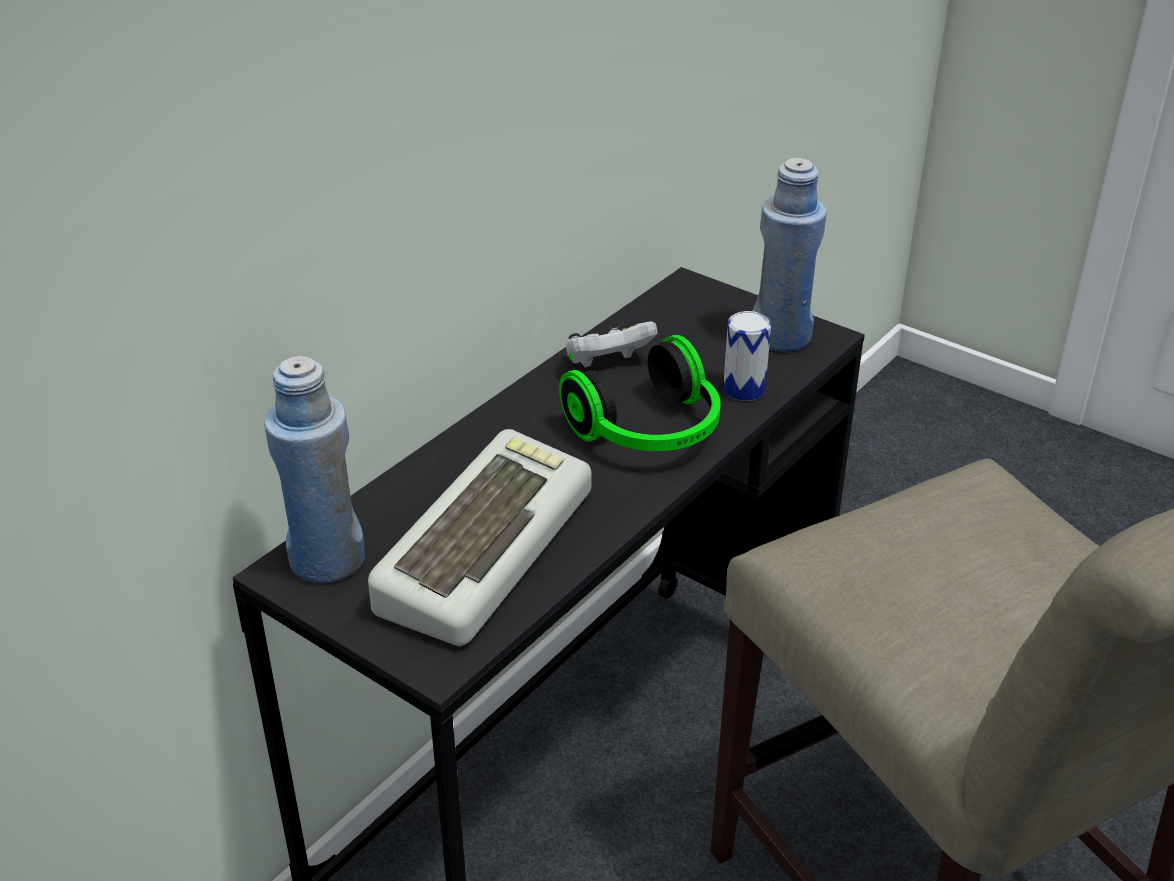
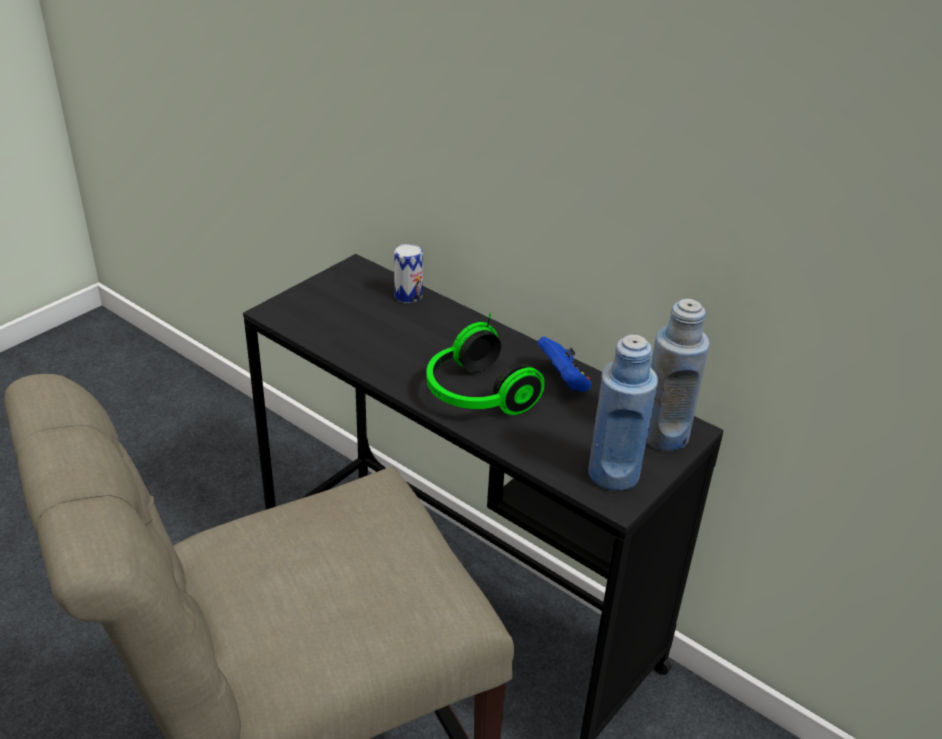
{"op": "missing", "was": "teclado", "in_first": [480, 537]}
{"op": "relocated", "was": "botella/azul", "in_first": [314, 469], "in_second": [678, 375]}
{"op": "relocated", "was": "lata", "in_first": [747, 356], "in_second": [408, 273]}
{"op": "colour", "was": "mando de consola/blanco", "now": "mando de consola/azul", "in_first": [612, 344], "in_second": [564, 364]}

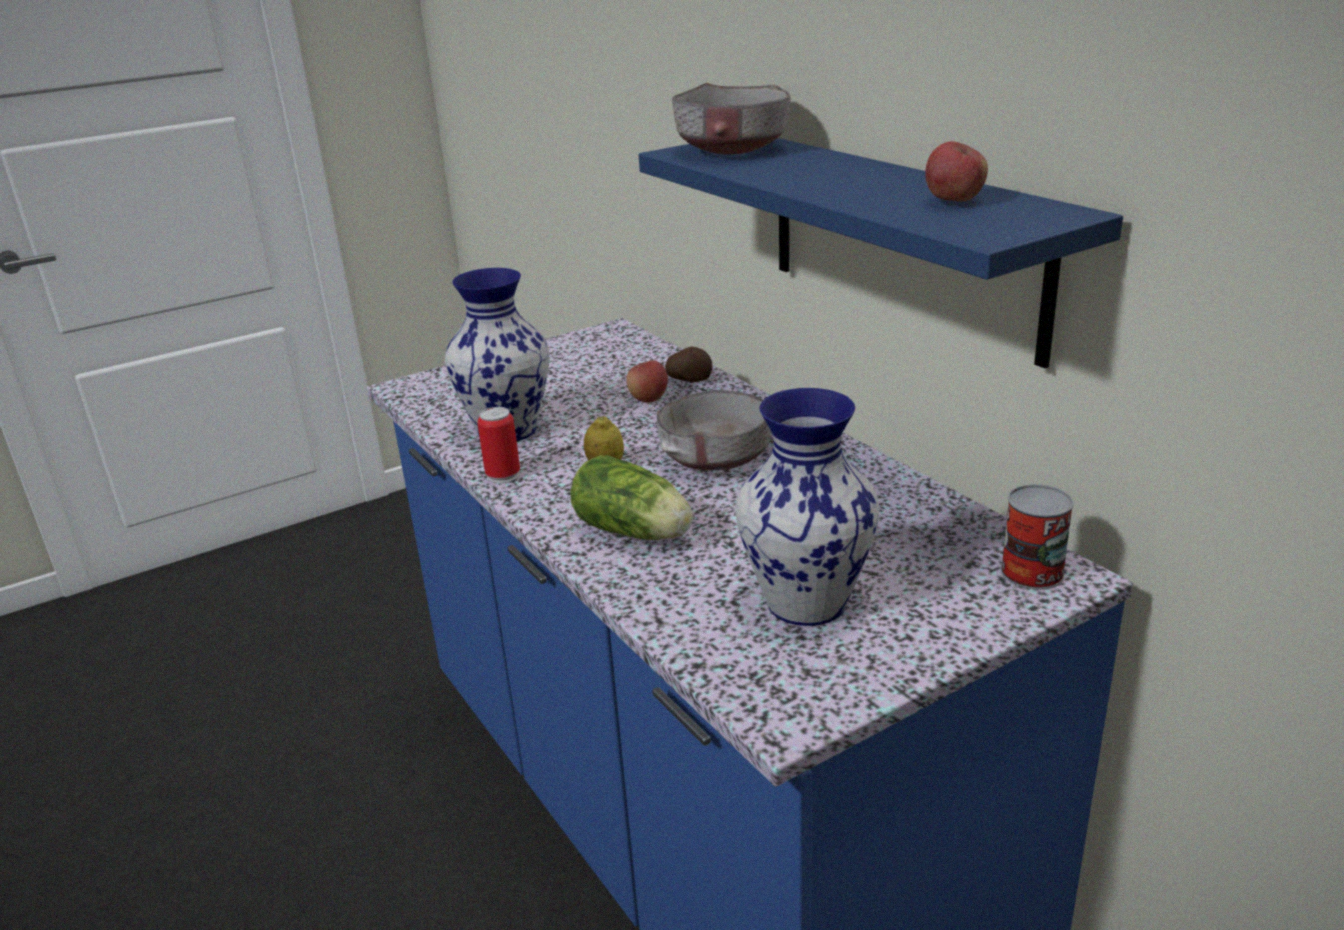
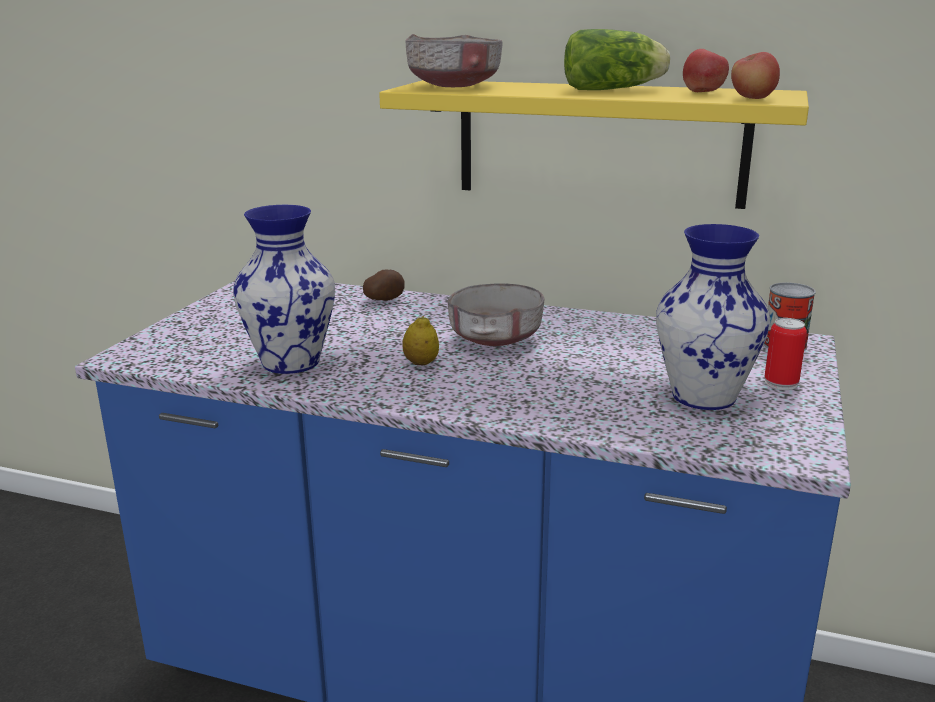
{"op": "relocated", "was": "lata", "in_first": [498, 445], "in_second": [785, 354]}
{"op": "relocated", "was": "lechuga", "in_first": [631, 497], "in_second": [617, 59]}
{"op": "relocated", "was": "manzana", "in_first": [647, 381], "in_second": [755, 75]}
{"op": "colour", "was": "estante/azul", "now": "estante/amarillo", "in_first": [881, 253], "in_second": [594, 144]}

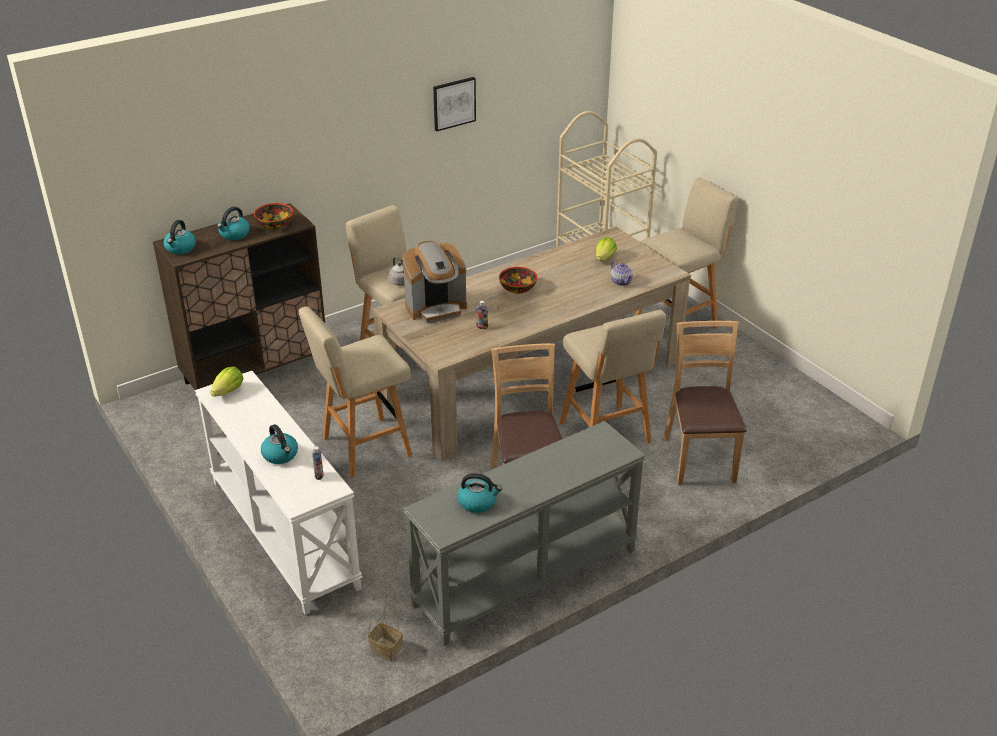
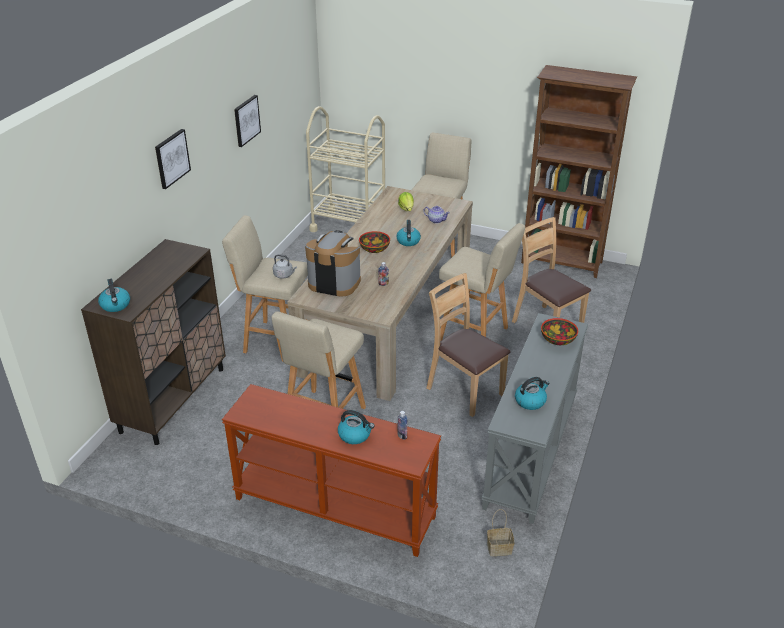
{"op": "missing", "was": "lechuga", "in_first": [226, 382]}
{"op": "appeared", "now": "cuadro", "in_second": [173, 159]}
{"op": "appeared", "now": "estantería/marrón", "in_second": [579, 171]}
{"op": "relocated", "was": "hervidor", "in_first": [233, 223], "in_second": [408, 233]}
{"op": "relocated", "was": "cuenco", "in_first": [273, 216], "in_second": [559, 331]}
{"op": "colour", "was": "mesa consola/blanco", "now": "mesa consola/marrón", "in_first": [278, 493], "in_second": [331, 470]}
{"op": "spun", "was": "cafetera", "in_first": [434, 282], "in_second": [333, 263], "clockwise": -105}

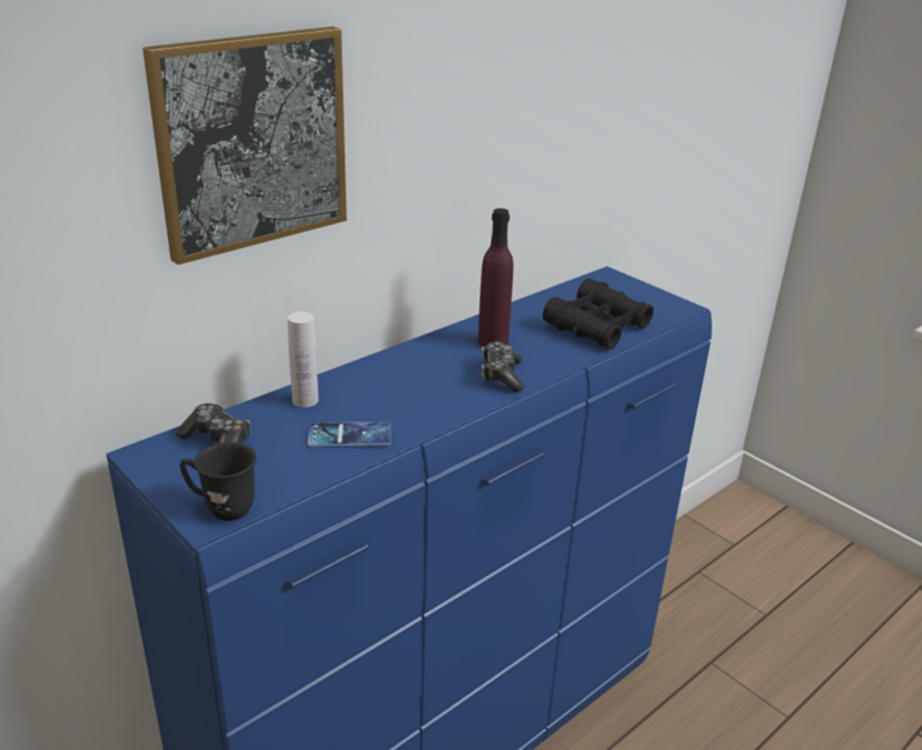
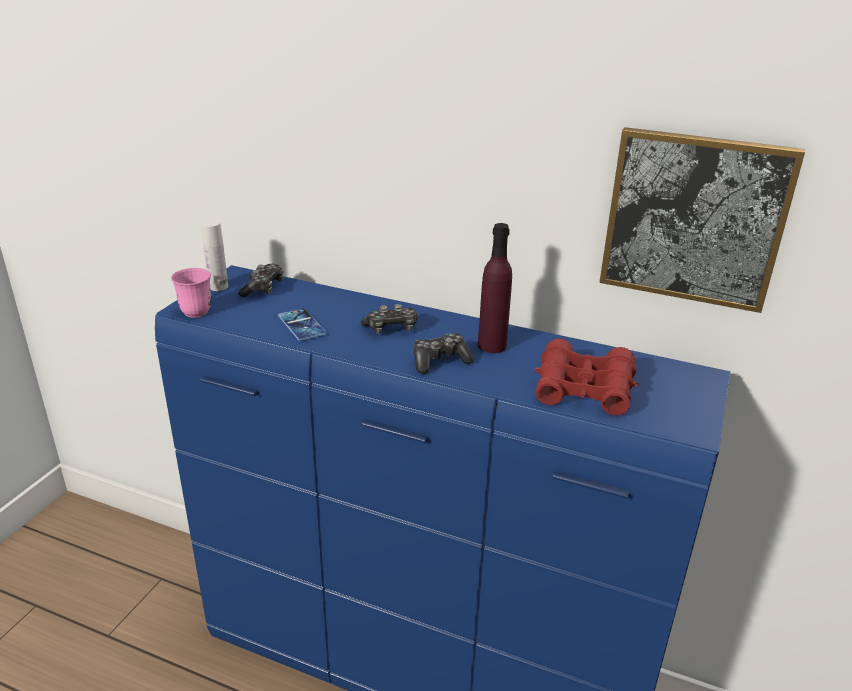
{"op": "appeared", "now": "mando de consola", "in_second": [389, 319]}
{"op": "relocated", "was": "cuadro", "in_first": [245, 145], "in_second": [702, 220]}
{"op": "relocated", "was": "botella/blanco", "in_first": [303, 360], "in_second": [214, 255]}
{"op": "colour", "was": "taza grande/negro", "now": "taza grande/rosa", "in_first": [218, 481], "in_second": [191, 293]}
{"op": "colour", "was": "prismáticos/negro", "now": "prismáticos/rojo", "in_first": [598, 314], "in_second": [586, 377]}

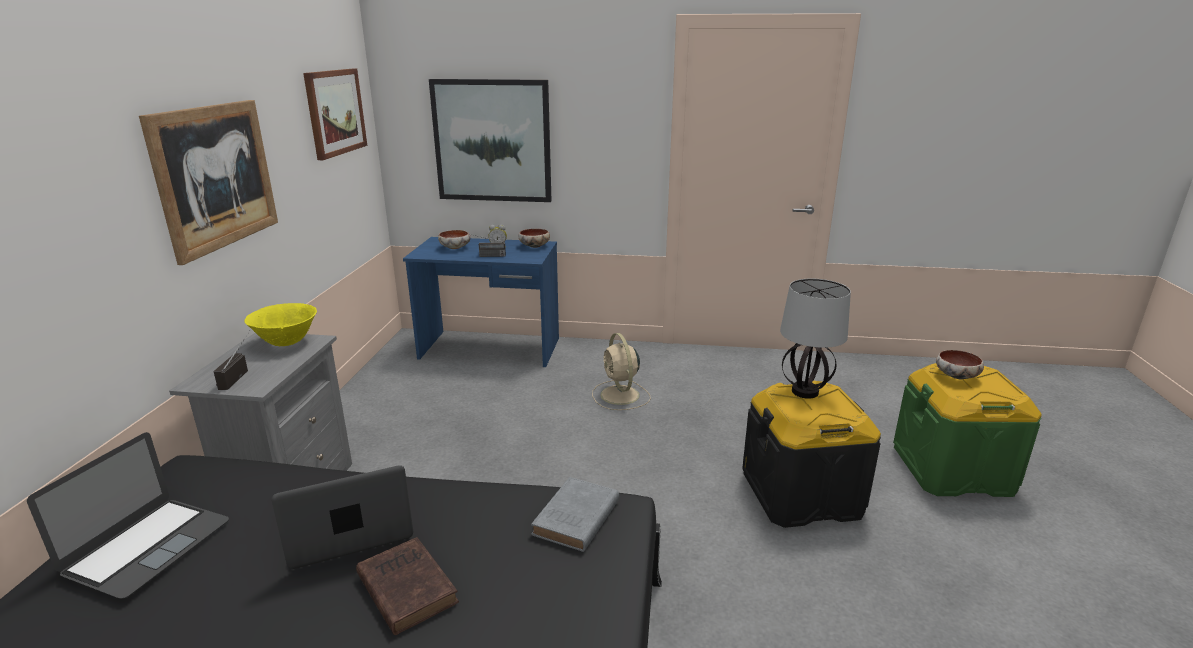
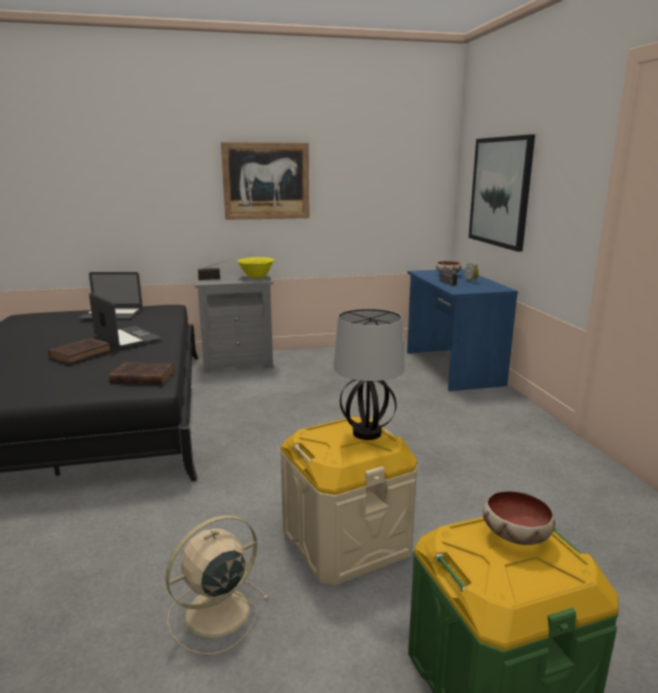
{"op": "missing", "was": "cuadro", "in_first": [335, 114]}
{"op": "missing", "was": "cuenco", "in_first": [534, 238]}
{"op": "relocated", "was": "ventilador/beis", "in_first": [621, 371], "in_second": [217, 585]}
{"op": "colour", "was": "libro/gris", "now": "libro/marrón", "in_first": [575, 514], "in_second": [142, 373]}
{"op": "colour", "was": "caja de almacenaje/negro", "now": "caja de almacenaje/beis", "in_first": [811, 454], "in_second": [349, 501]}

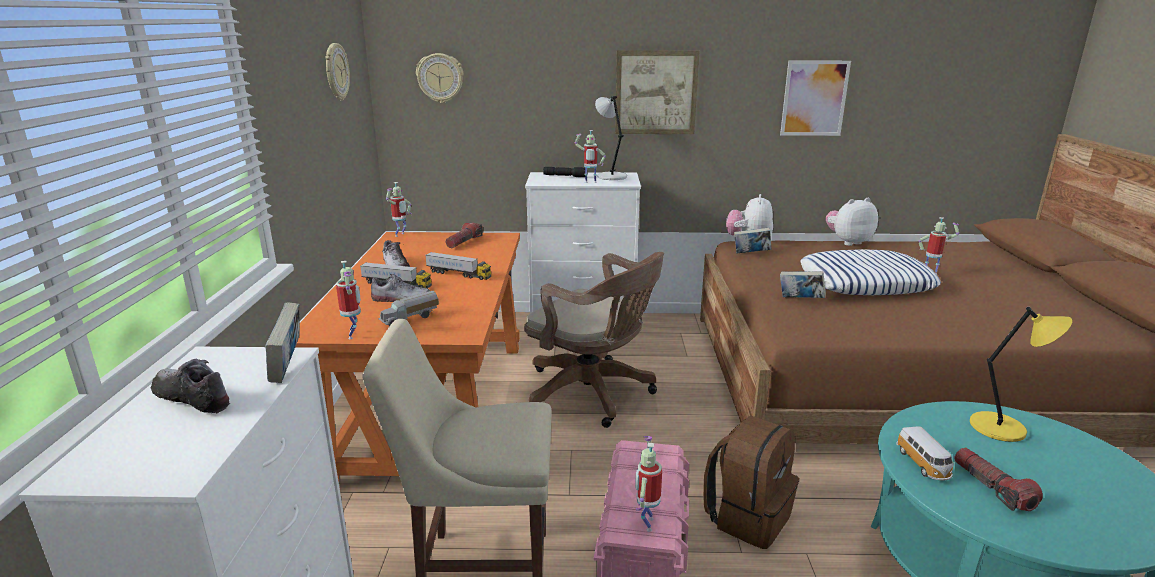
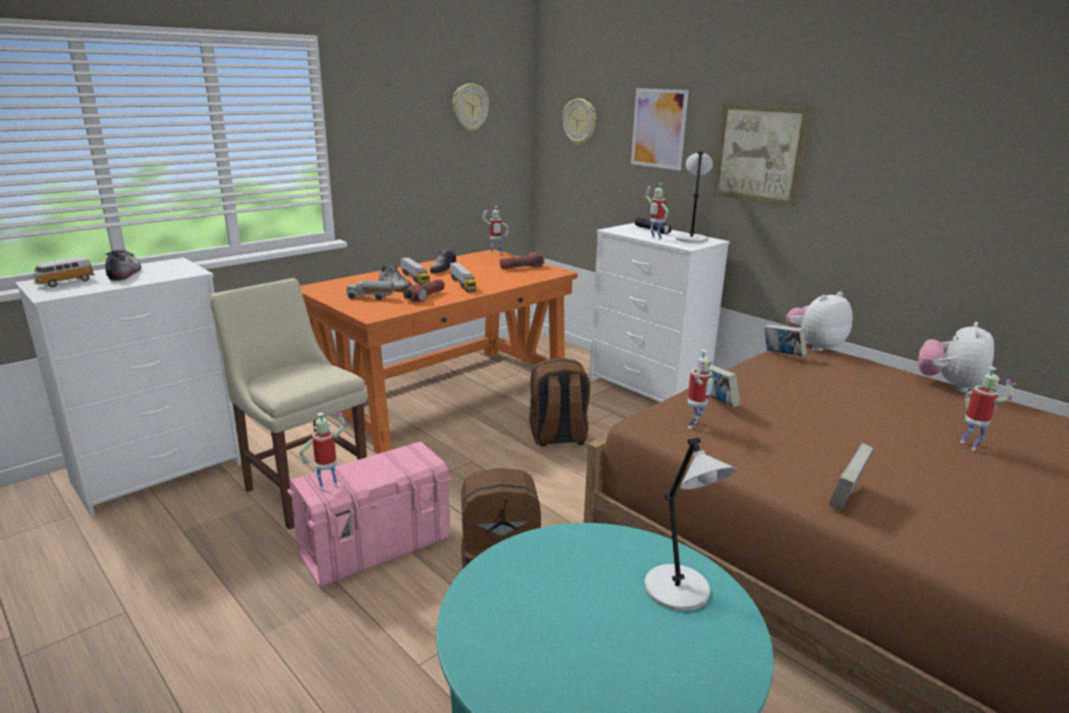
{"op": "missing", "was": "cojín", "in_first": [870, 272]}
{"op": "relocated", "was": "libro", "in_first": [282, 342], "in_second": [851, 477]}
{"op": "relocated", "was": "robot de juguete", "in_first": [348, 300], "in_second": [700, 389]}
{"op": "relocated", "was": "cuadro", "in_first": [815, 98], "in_second": [660, 129]}
{"op": "relocated", "was": "coche de juguete", "in_first": [926, 453], "in_second": [64, 272]}
{"op": "relocated", "was": "linterna", "in_first": [998, 479], "in_second": [424, 290]}
{"op": "exchanged", "was": "silla de oficina/marrón", "now": "mochila/marrón", "in_first": [594, 340], "in_second": [559, 402]}
{"op": "colour", "was": "lámpara de mesa/amarillo", "now": "lámpara de mesa/gris", "in_first": [1021, 374], "in_second": [690, 524]}
{"op": "spun", "was": "peluche", "in_first": [852, 222], "in_second": [956, 357], "clockwise": -90}

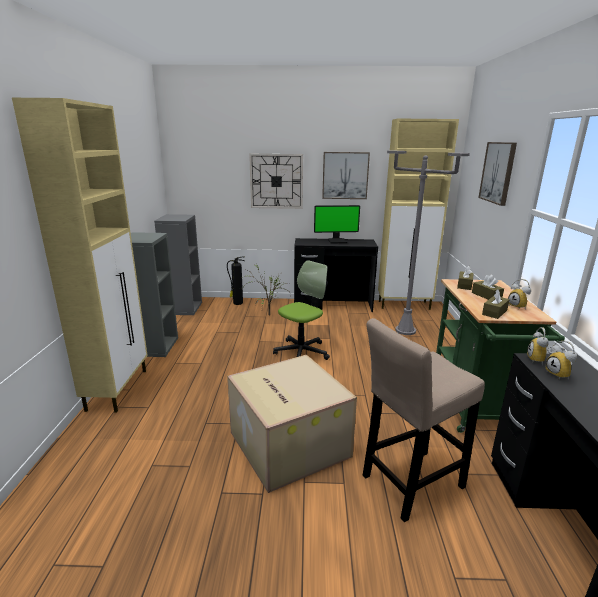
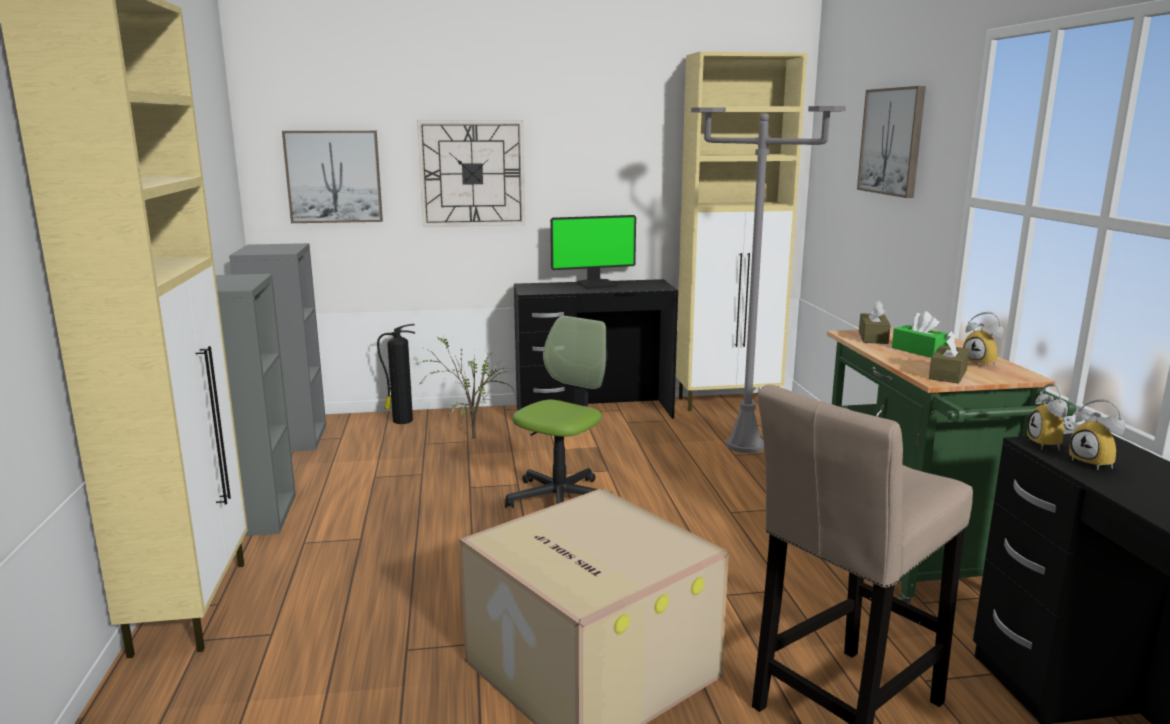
{"op": "relocated", "was": "cuadro", "in_first": [346, 175], "in_second": [332, 177]}
{"op": "colour", "was": "caja de pañuelos/marrón", "now": "caja de pañuelos/verde", "in_first": [488, 287], "in_second": [920, 334]}

